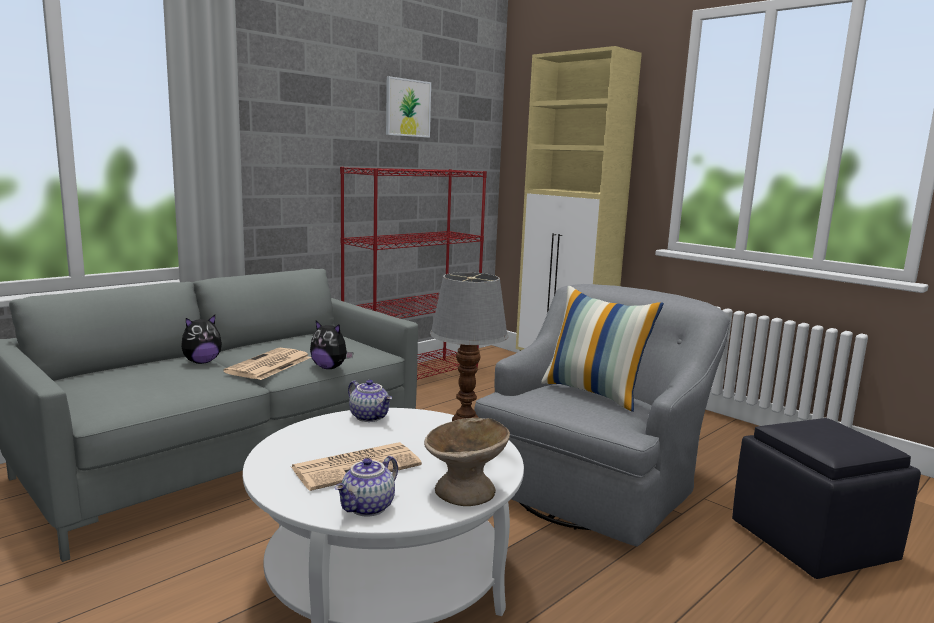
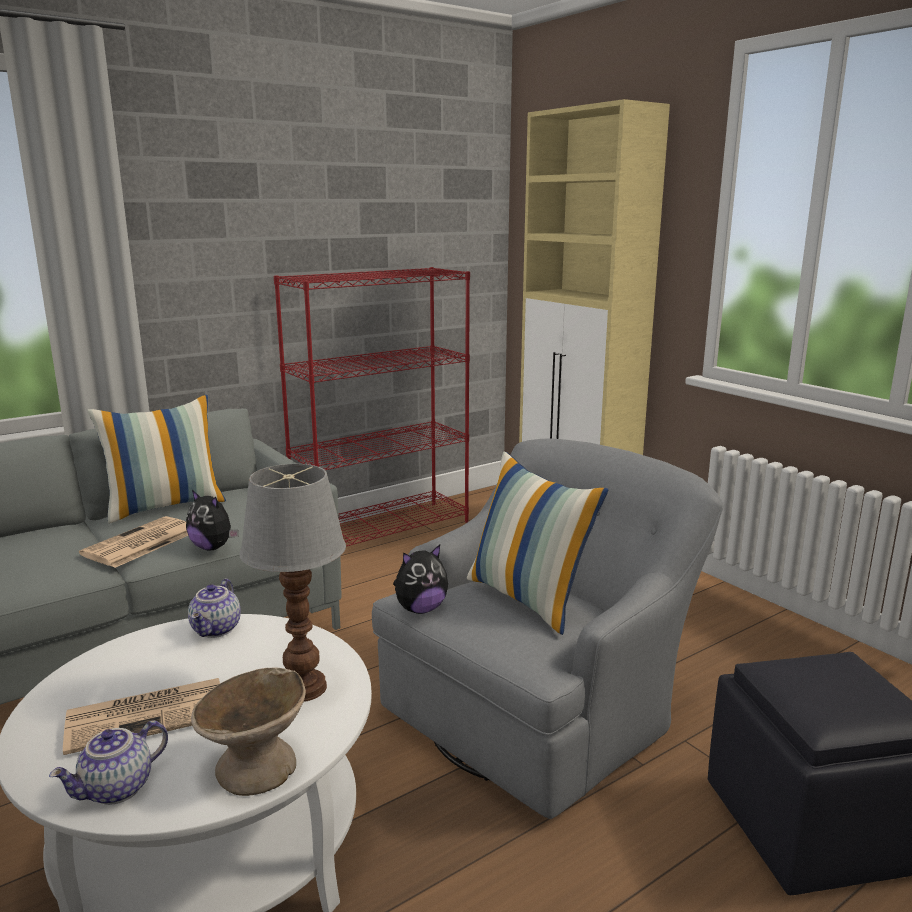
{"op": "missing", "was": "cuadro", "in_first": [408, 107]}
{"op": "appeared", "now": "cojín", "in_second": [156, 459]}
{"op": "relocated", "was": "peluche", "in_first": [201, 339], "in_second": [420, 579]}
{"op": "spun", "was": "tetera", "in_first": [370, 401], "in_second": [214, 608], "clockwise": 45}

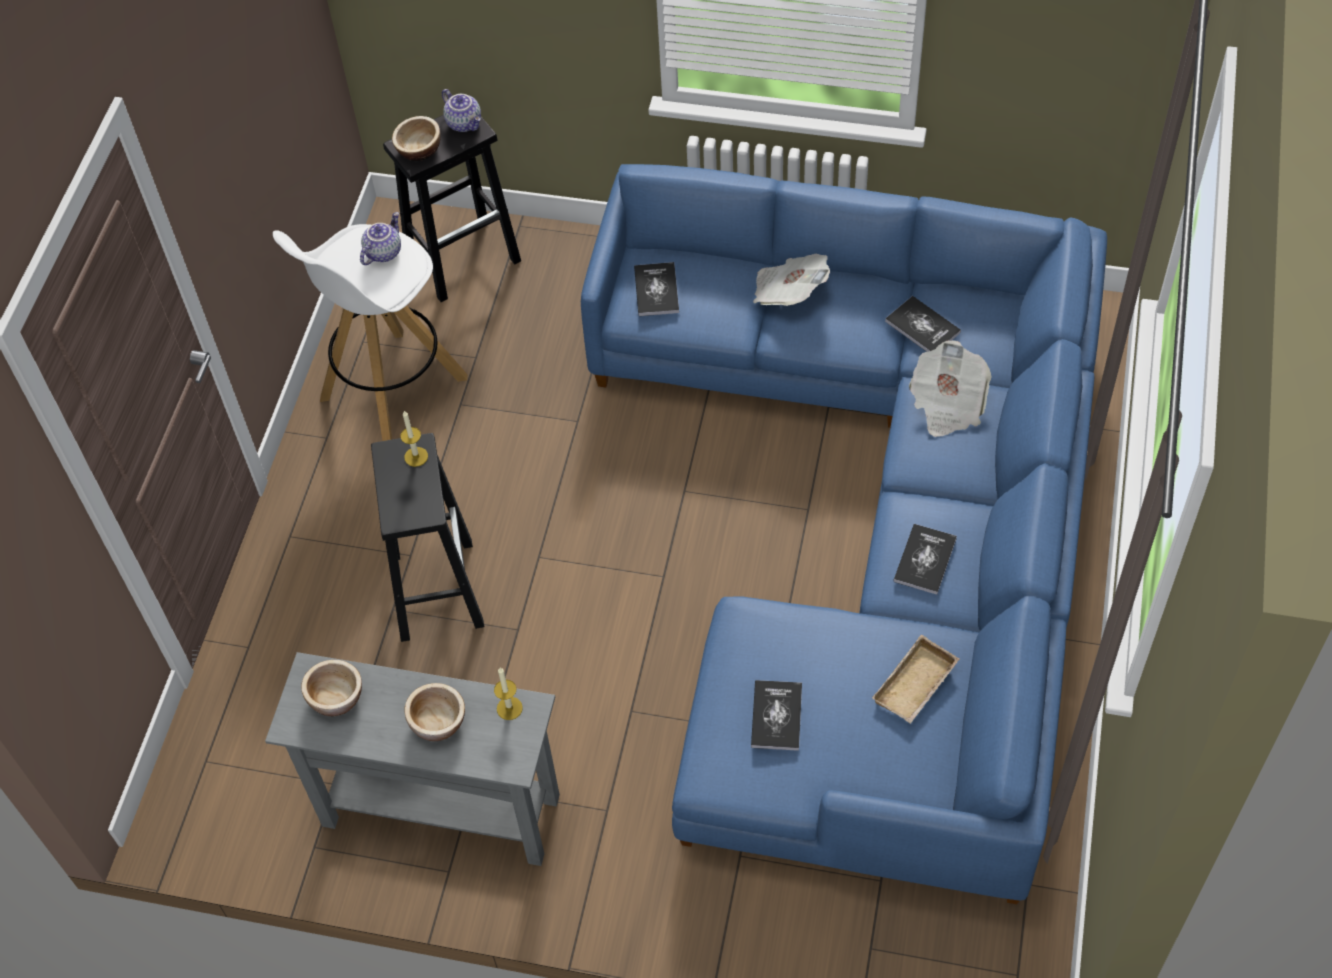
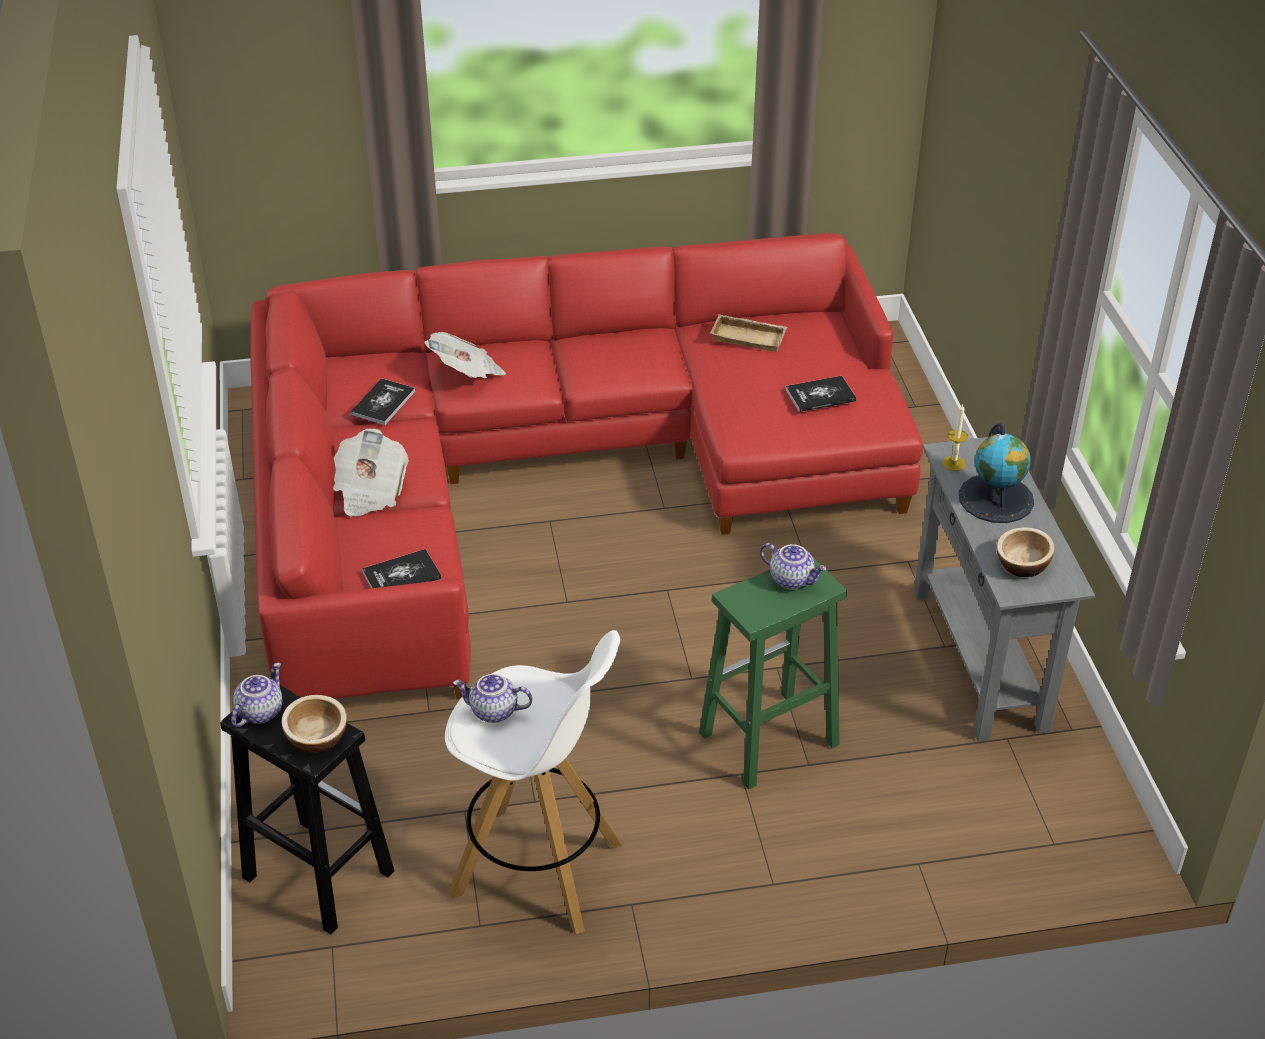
{"op": "missing", "was": "vela", "in_first": [414, 439]}
{"op": "missing", "was": "libro", "in_first": [925, 559]}
{"op": "appeared", "now": "tetera", "in_second": [793, 566]}
{"op": "exchanged", "was": "cuenco", "now": "globo terráqueo", "in_first": [434, 712], "in_second": [996, 473]}
{"op": "colour", "was": "taburete/negro", "now": "taburete/verde", "in_first": [427, 537], "in_second": [773, 673]}
{"op": "colour", "was": "sofá/azul", "now": "sofá/rojo", "in_first": [844, 534], "in_second": [586, 466]}

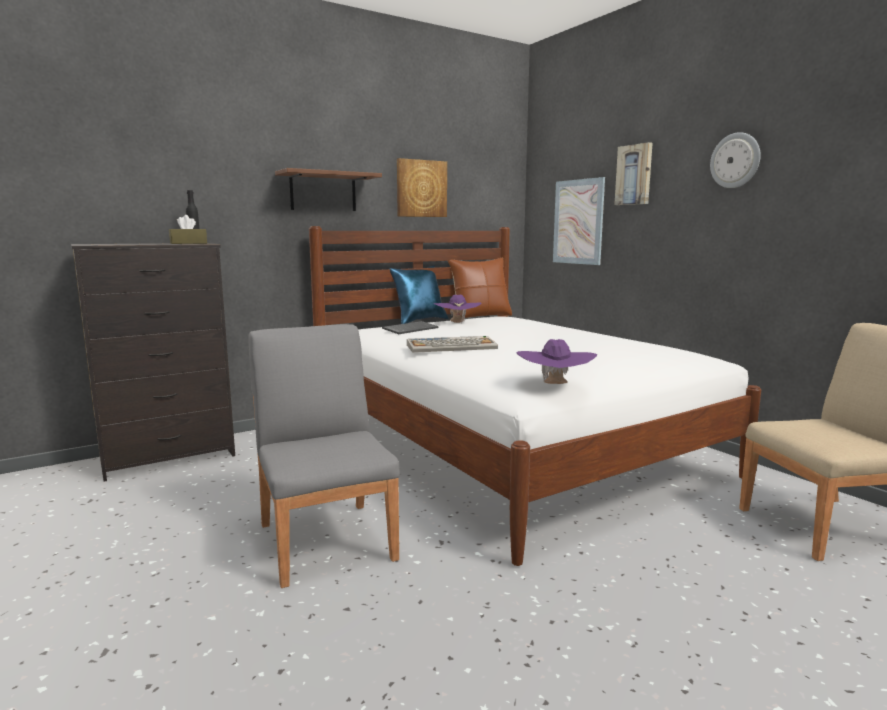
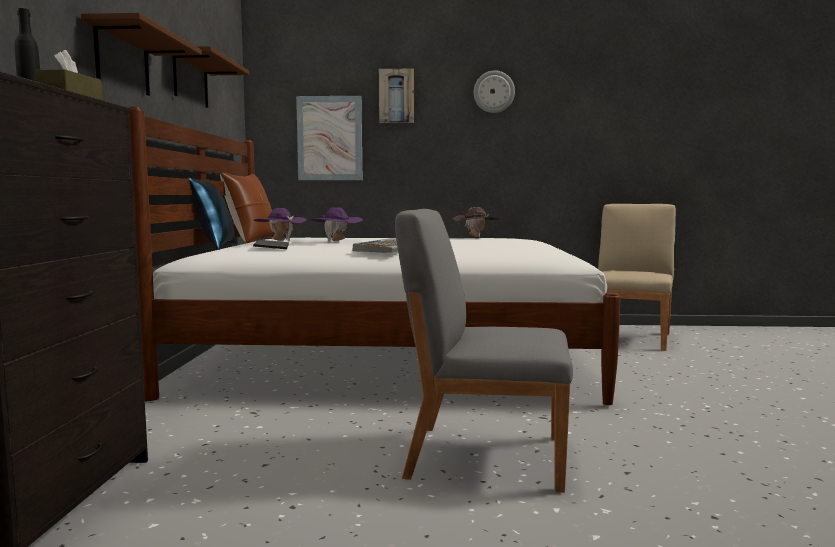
{"op": "appeared", "now": "sombrero/marrón", "in_second": [476, 222]}
{"op": "relocated", "was": "sombrero/morado", "in_first": [556, 361], "in_second": [336, 224]}
{"op": "exchanged", "was": "cuadro", "now": "estante/marrón", "in_first": [422, 187], "in_second": [211, 77]}

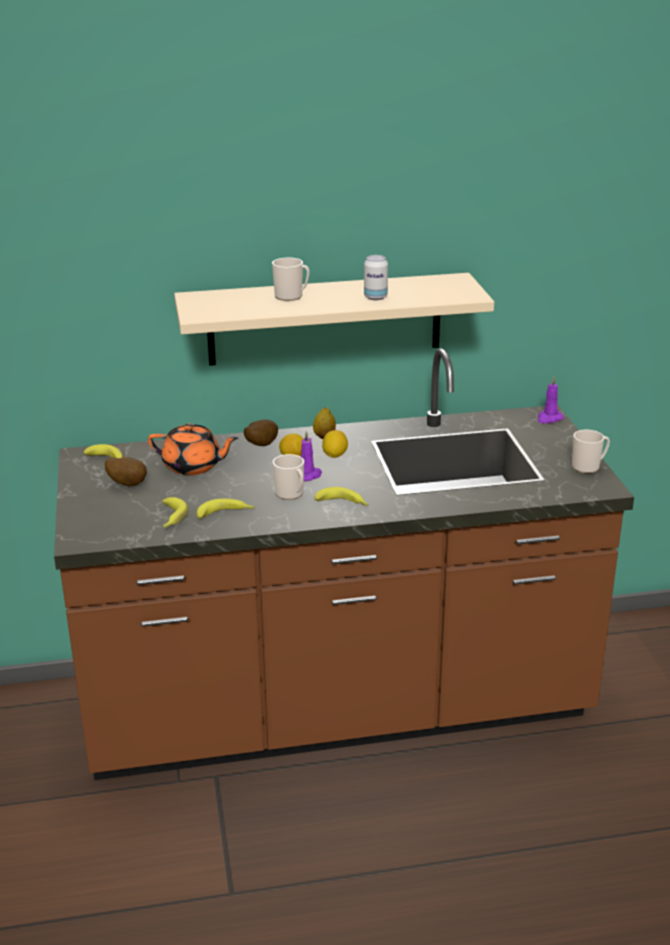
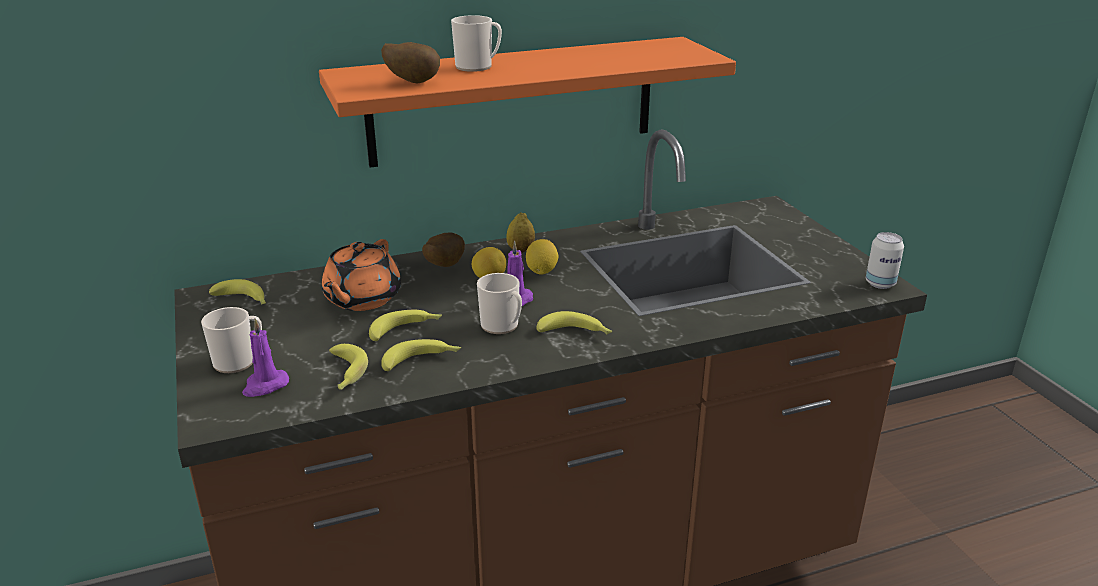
{"op": "appeared", "now": "plátano", "in_second": [405, 325]}
{"op": "relocated", "was": "patata", "in_first": [126, 471], "in_second": [410, 62]}
{"op": "relocated", "was": "lata", "in_first": [376, 277], "in_second": [885, 260]}
{"op": "relocated", "was": "vela/morado", "in_first": [551, 400], "in_second": [265, 358]}
{"op": "relocated", "was": "taza grande", "in_first": [591, 451], "in_second": [231, 340]}
{"op": "colour", "was": "estante/beis", "now": "estante/naranja", "in_first": [334, 319], "in_second": [527, 102]}
{"op": "spun", "was": "tetera/naranja", "in_first": [193, 449], "in_second": [361, 275], "clockwise": 105}

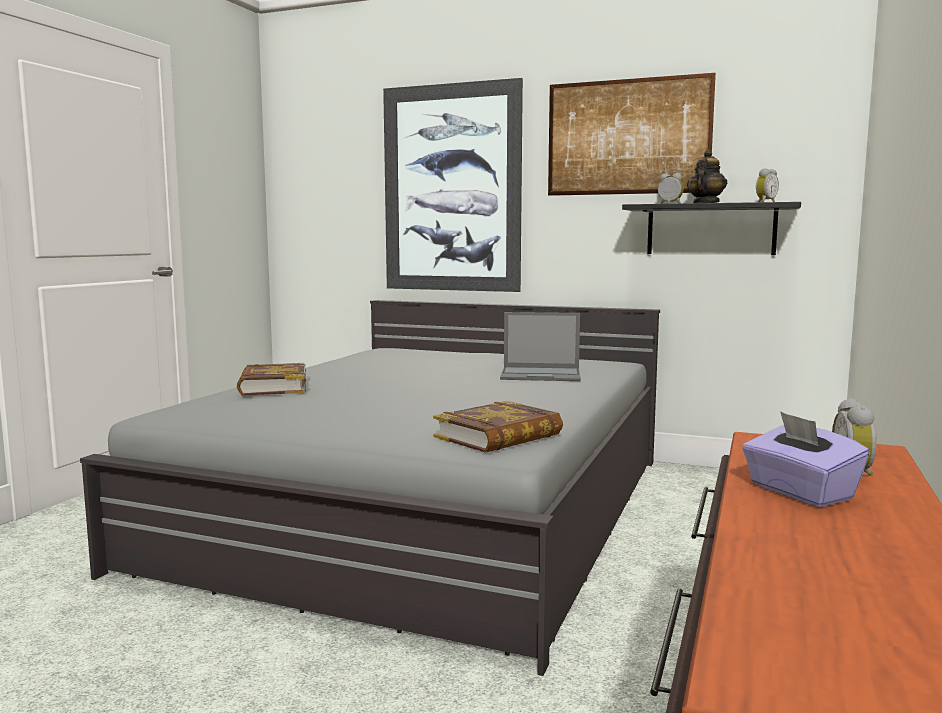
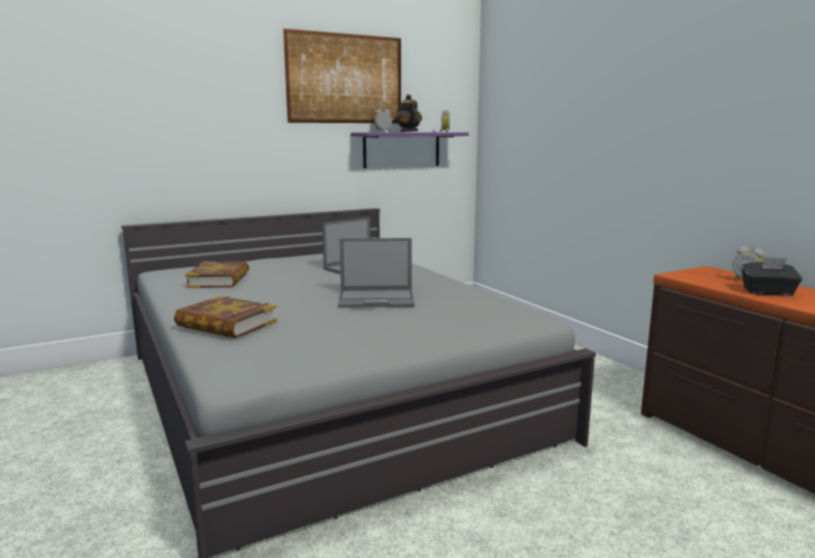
{"op": "missing", "was": "cuadro", "in_first": [453, 185]}
{"op": "appeared", "now": "portátil", "in_second": [376, 273]}
{"op": "relocated", "was": "libro", "in_first": [498, 427], "in_second": [217, 274]}
{"op": "colour", "was": "estante/negro", "now": "estante/morado", "in_first": [711, 228], "in_second": [410, 150]}
{"op": "colour", "was": "caja de pañuelos/morado", "now": "caja de pañuelos/negro", "in_first": [806, 459], "in_second": [771, 276]}

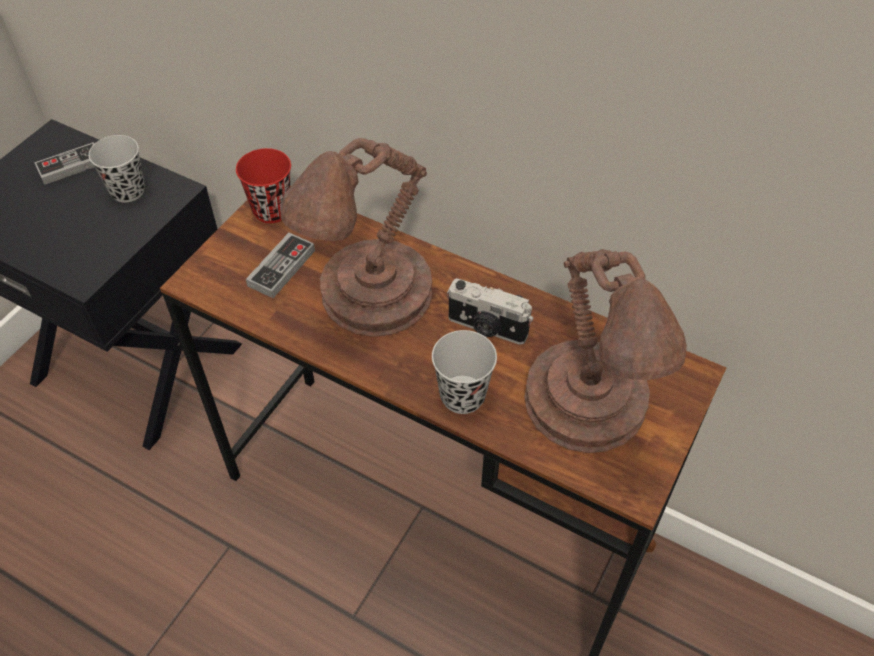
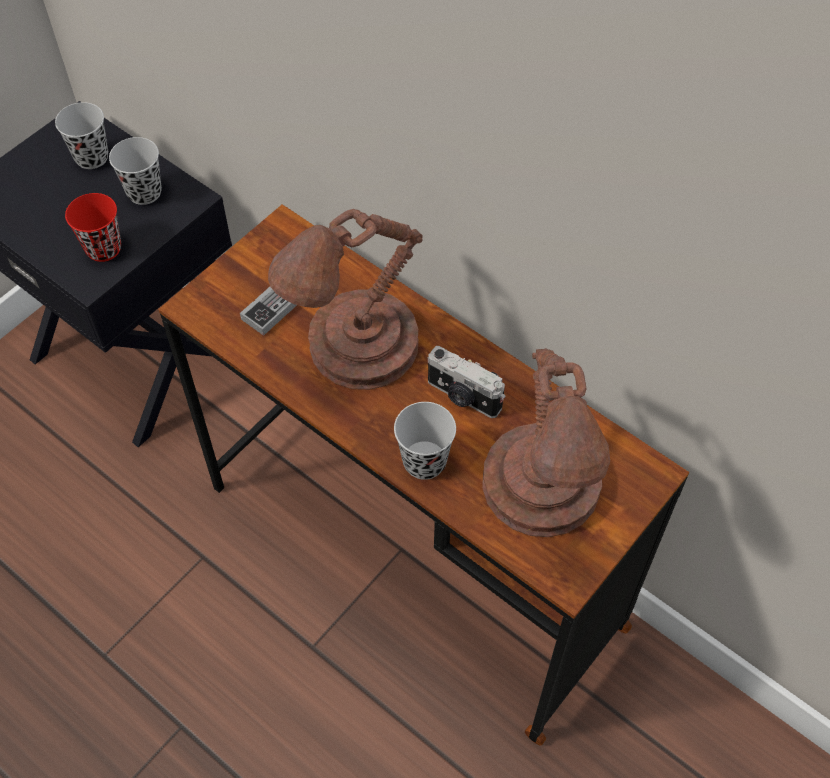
{"op": "relocated", "was": "taza/rojo", "in_first": [263, 185], "in_second": [93, 227]}
{"op": "exchanged", "was": "mando de consola", "now": "taza/negro", "in_first": [64, 163], "in_second": [82, 135]}

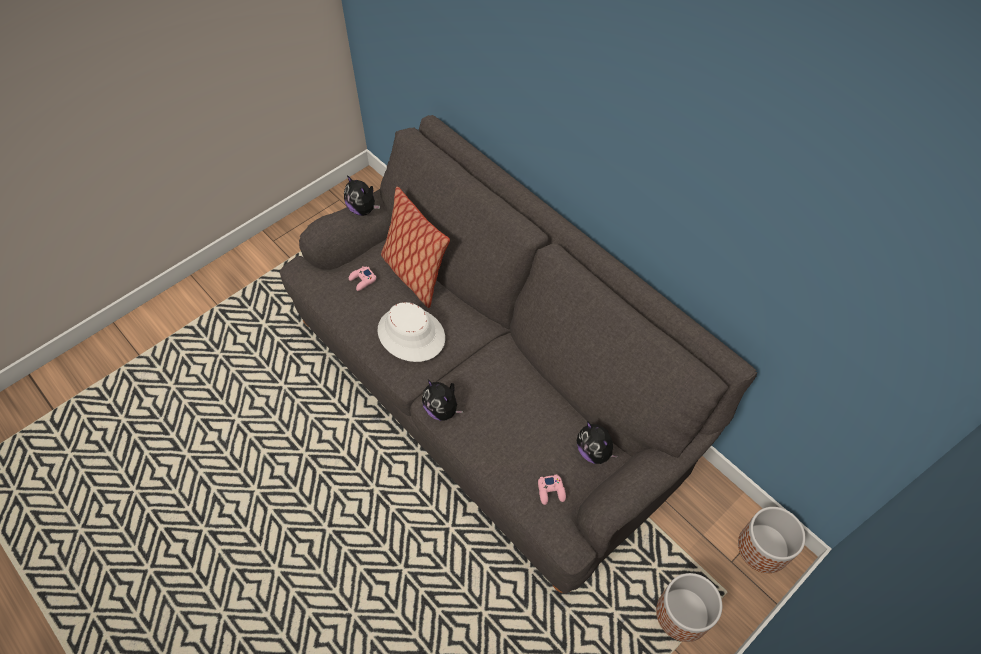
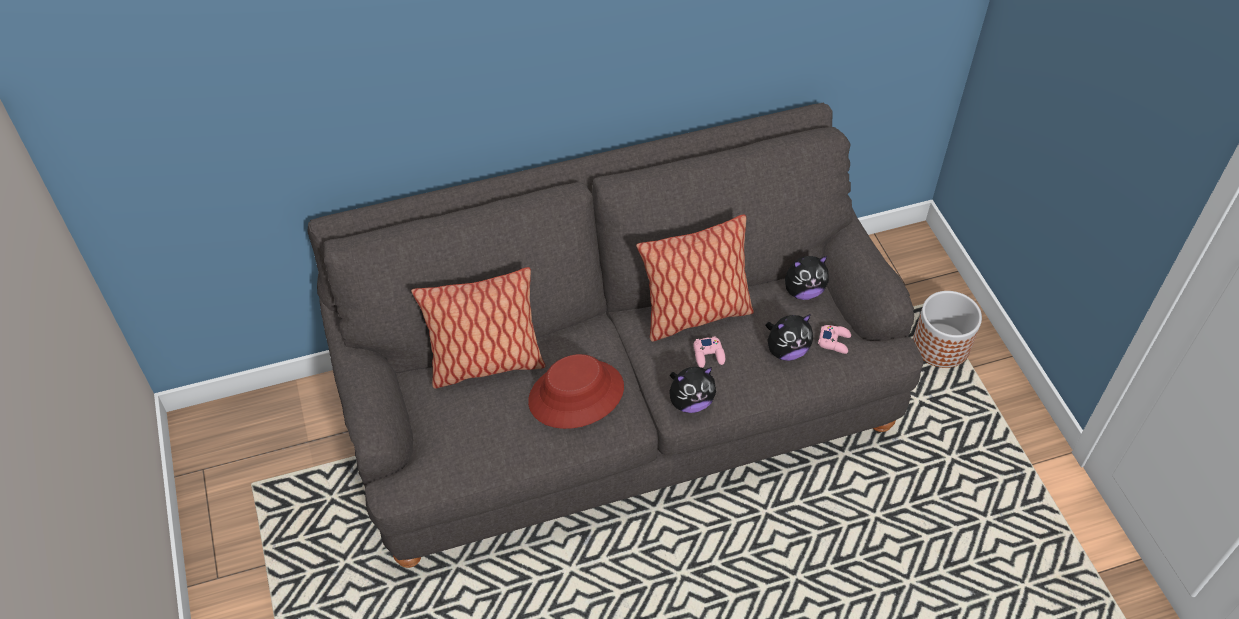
{"op": "missing", "was": "maceta", "in_first": [772, 540]}
{"op": "appeared", "now": "cojín", "in_second": [695, 278]}
{"op": "relocated", "was": "peluche", "in_first": [362, 195], "in_second": [789, 337]}
{"op": "relocated", "was": "mando de consola/rosa", "in_first": [362, 278], "in_second": [709, 352]}
{"op": "colour", "was": "sombrero/blanco", "now": "sombrero/rojo", "in_first": [411, 332], "in_second": [576, 391]}

